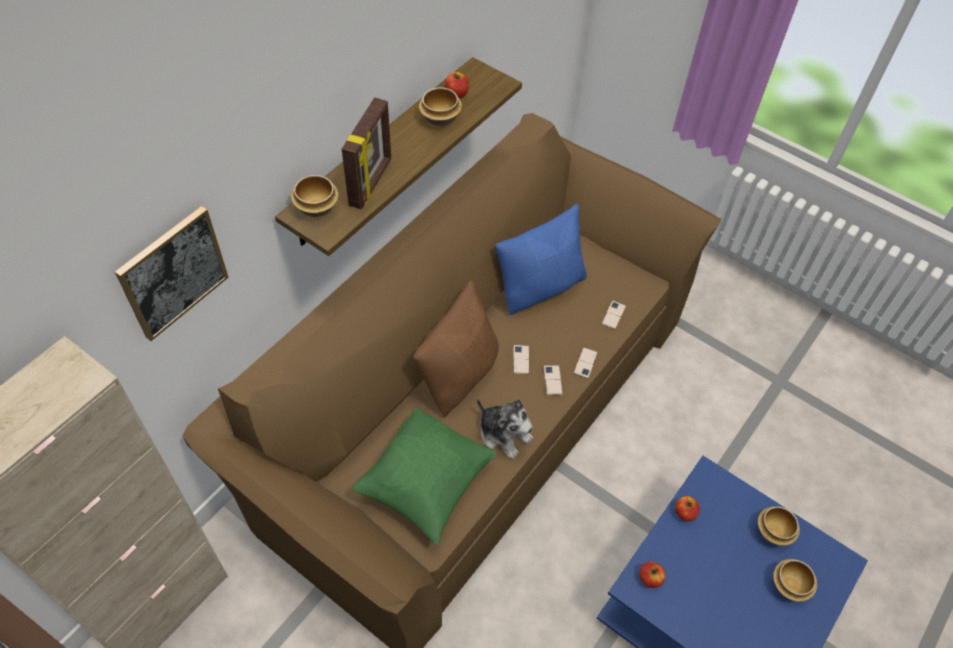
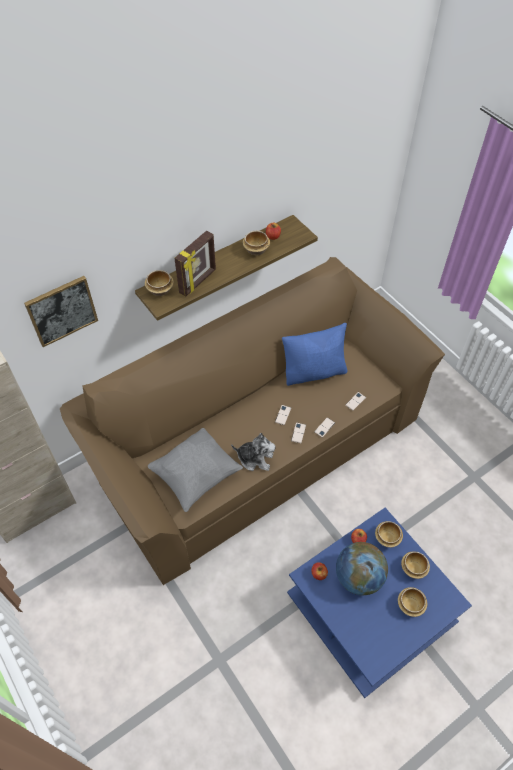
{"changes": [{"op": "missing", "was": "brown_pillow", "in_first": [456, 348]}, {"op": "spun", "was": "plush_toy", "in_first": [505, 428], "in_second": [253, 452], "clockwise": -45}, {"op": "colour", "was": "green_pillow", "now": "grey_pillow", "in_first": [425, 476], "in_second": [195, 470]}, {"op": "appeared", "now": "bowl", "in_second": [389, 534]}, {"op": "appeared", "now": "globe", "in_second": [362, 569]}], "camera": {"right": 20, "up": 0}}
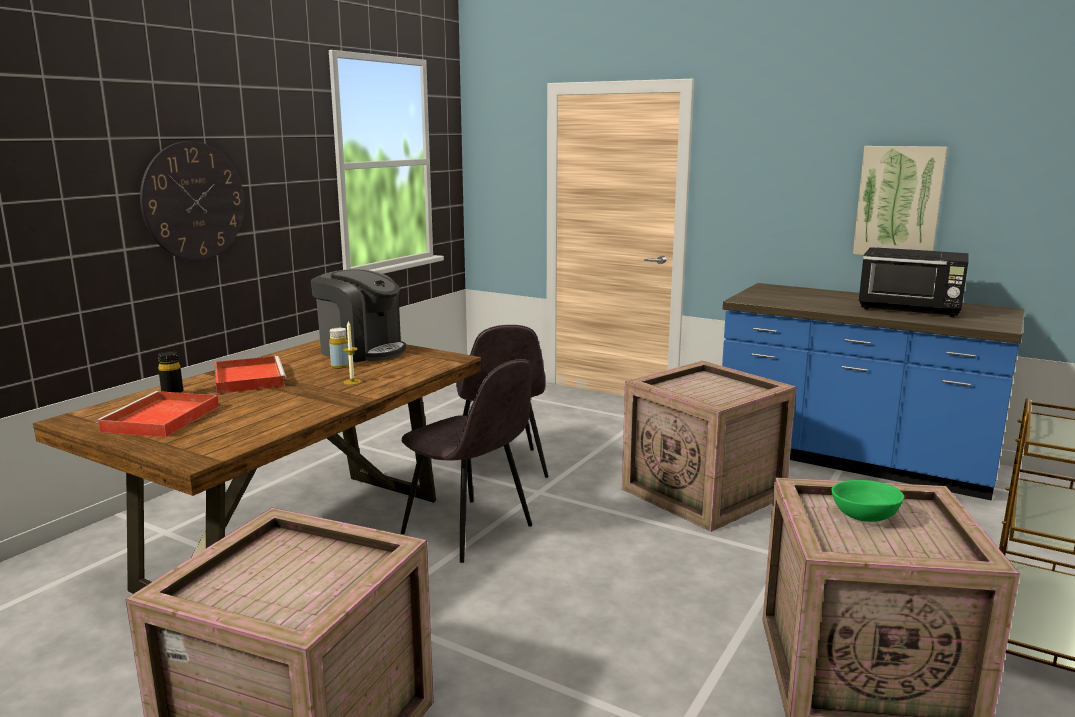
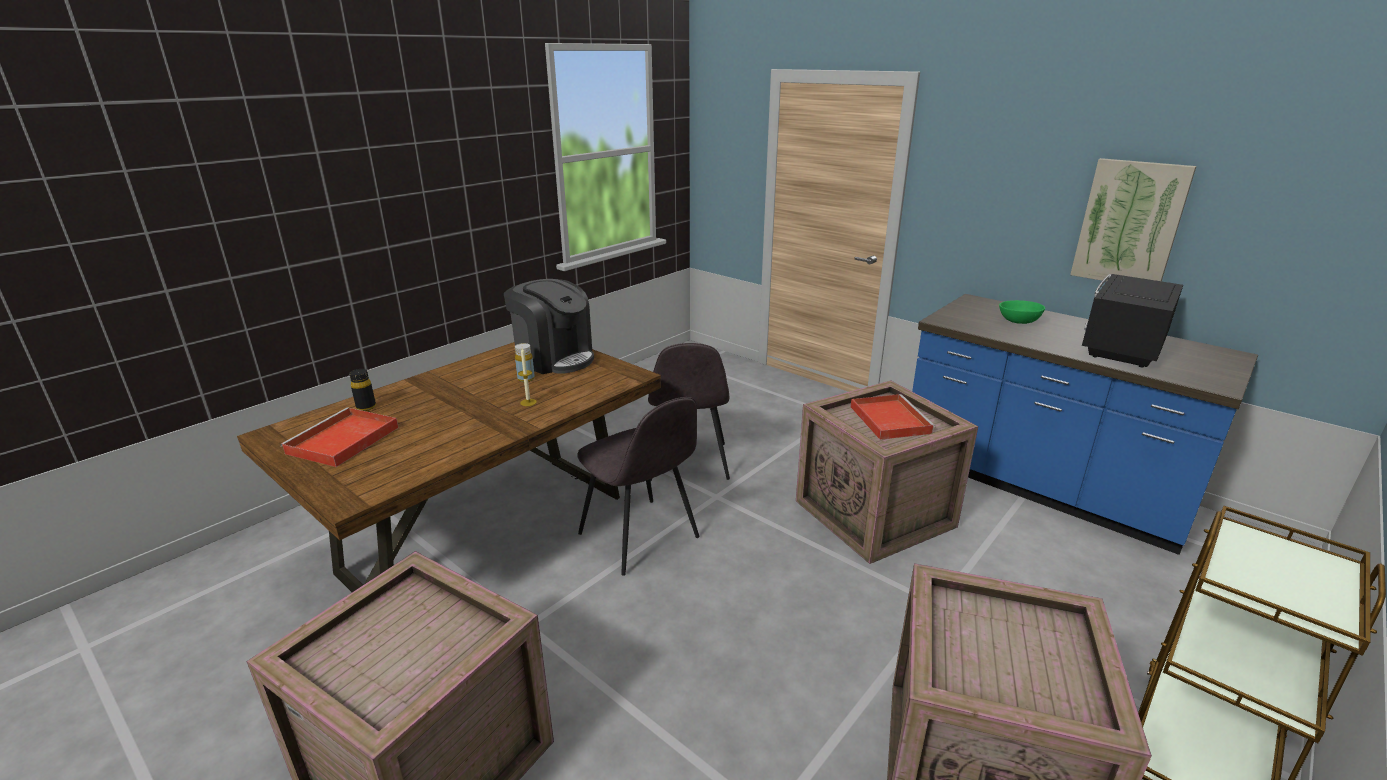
{"changes": [{"op": "missing", "was": "wall_clock", "in_first": [192, 201]}, {"op": "spun", "was": "black_microwave", "in_first": [914, 282], "in_second": [1132, 320], "clockwise": 90}, {"op": "relocated", "was": "red_tray", "in_first": [250, 375], "in_second": [893, 417]}, {"op": "relocated", "was": "green_bowl", "in_first": [867, 501], "in_second": [1022, 312]}], "camera": {"right": 10, "up": 10}}
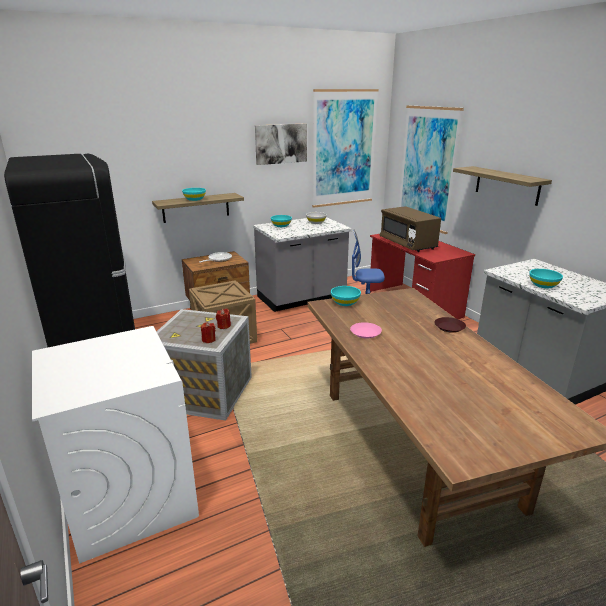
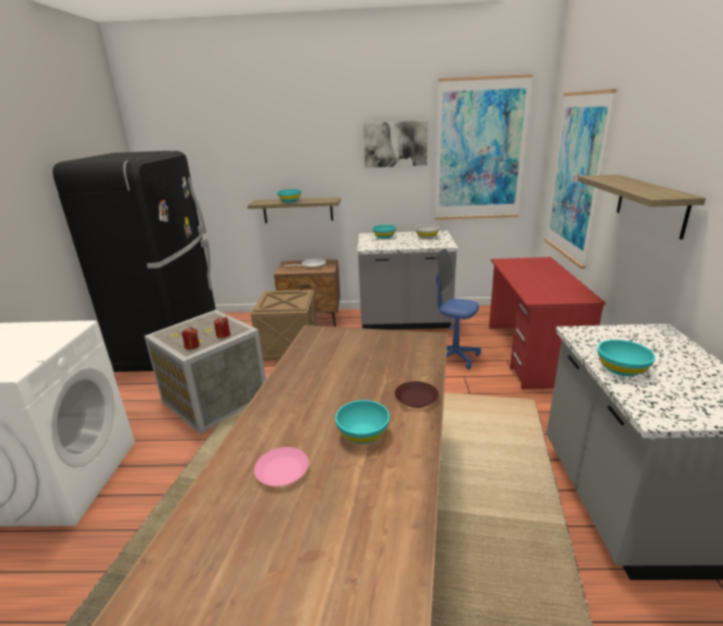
{"changes": [{"op": "missing", "was": "brown_microwave", "in_first": [410, 229]}, {"op": "relocated", "was": "turquoise_bowl", "in_first": [346, 296], "in_second": [362, 422]}, {"op": "relocated", "was": "pink_plate", "in_first": [366, 330], "in_second": [281, 466]}], "camera": {"right": 30, "up": 0}}
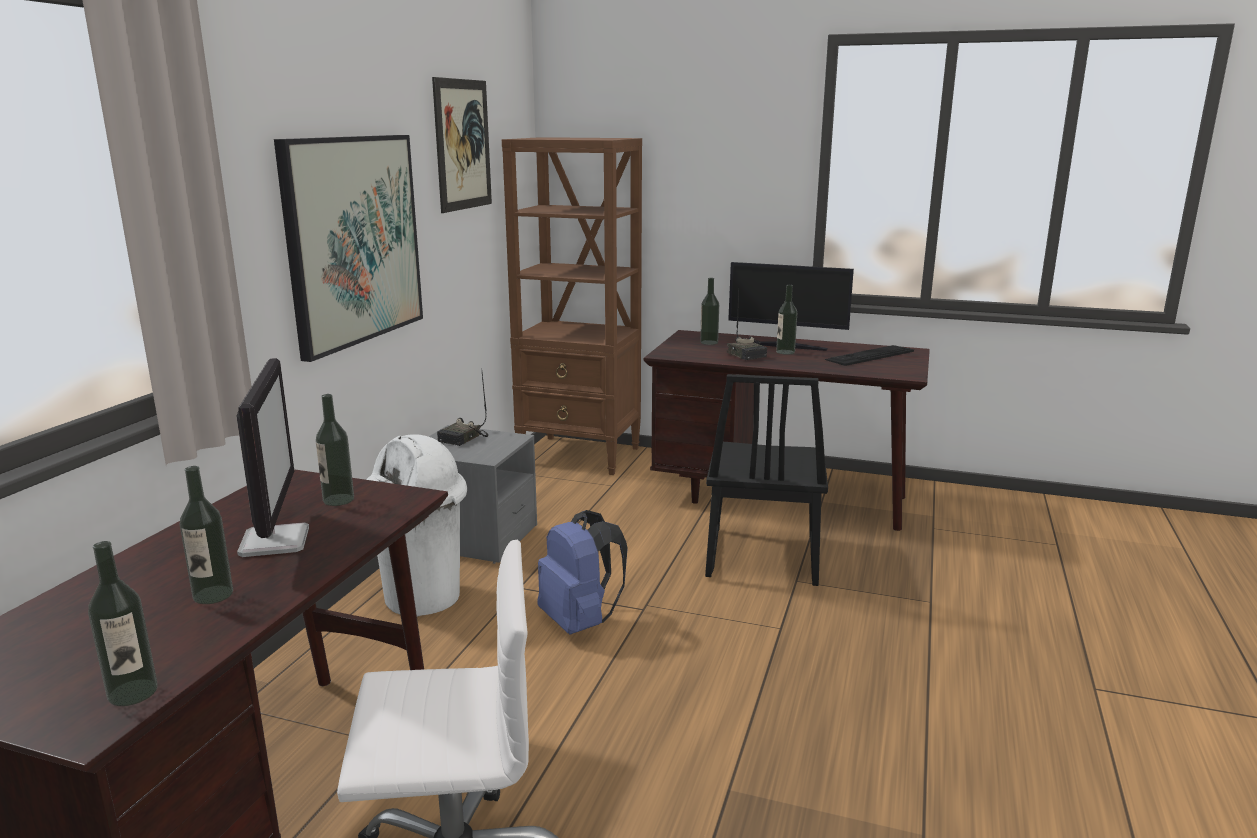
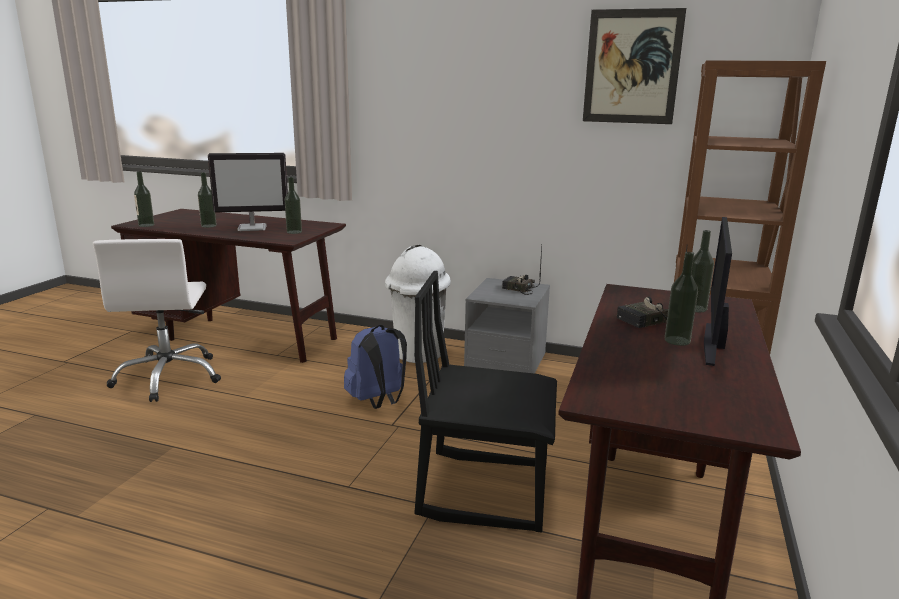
{"changes": [{"op": "missing", "was": "picture", "in_first": [348, 248]}, {"op": "missing", "was": "keyboard", "in_first": [869, 355]}], "camera": {"right": 90, "up": 0}}
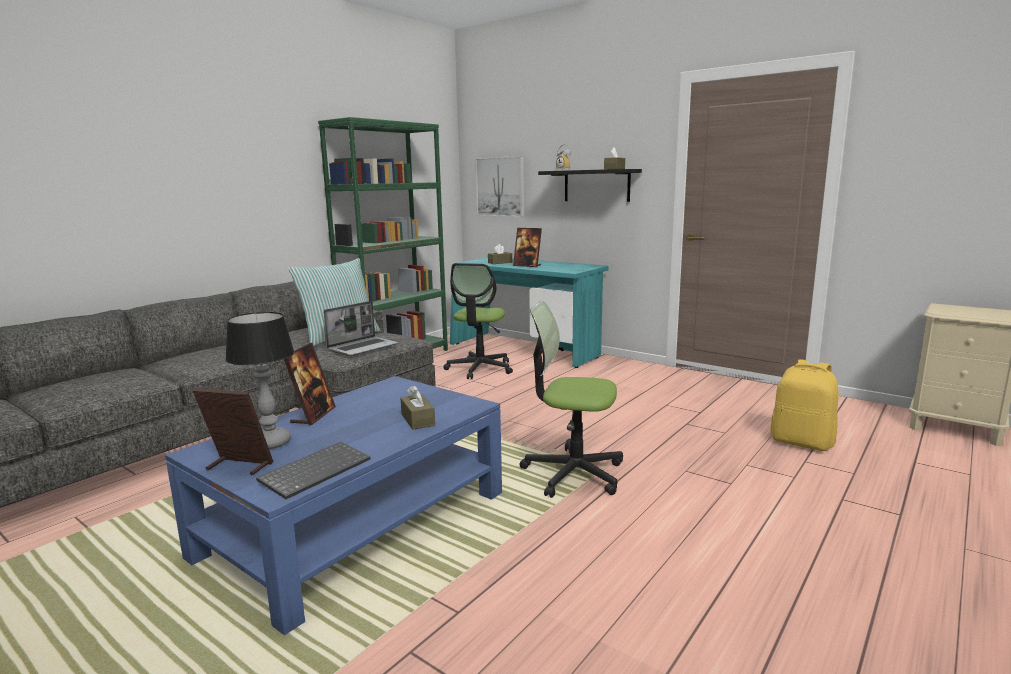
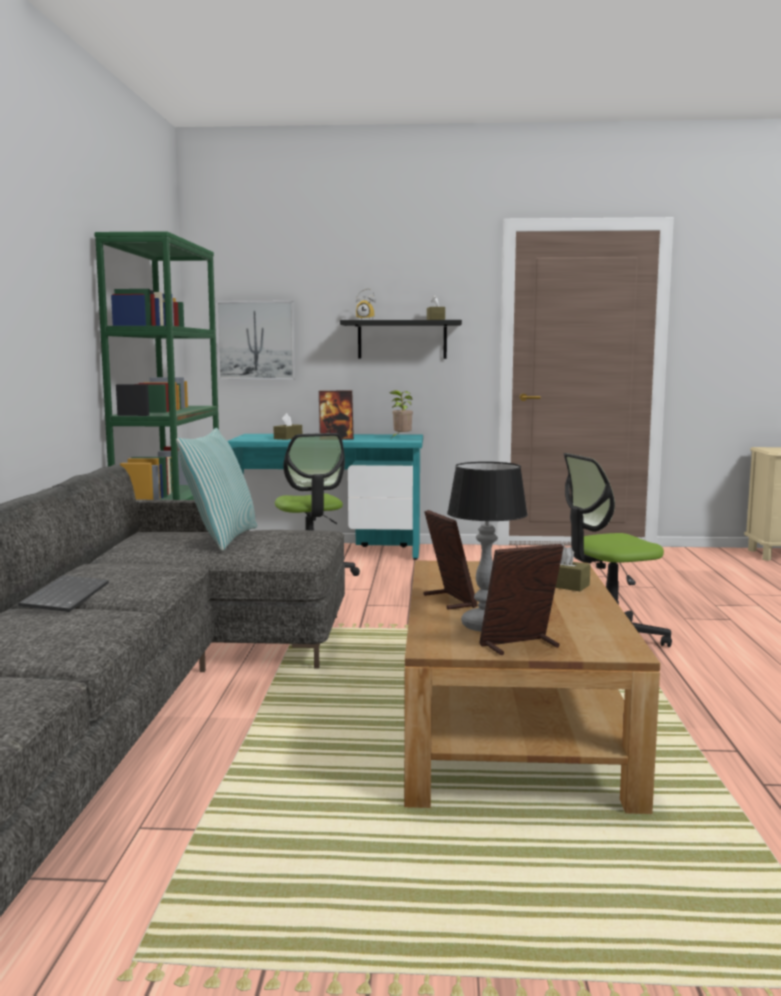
{"changes": [{"op": "missing", "was": "laptop", "in_first": [360, 328]}, {"op": "missing", "was": "yellow_backpack", "in_first": [805, 405]}, {"op": "colour", "was": "blue_coffee_table", "now": "brown_coffee_table", "in_first": [333, 505], "in_second": [532, 687]}, {"op": "relocated", "was": "keyboard", "in_first": [313, 470], "in_second": [63, 593]}, {"op": "appeared", "now": "potted_plant", "in_second": [401, 413]}], "camera": {"right": -35, "up": -5}}
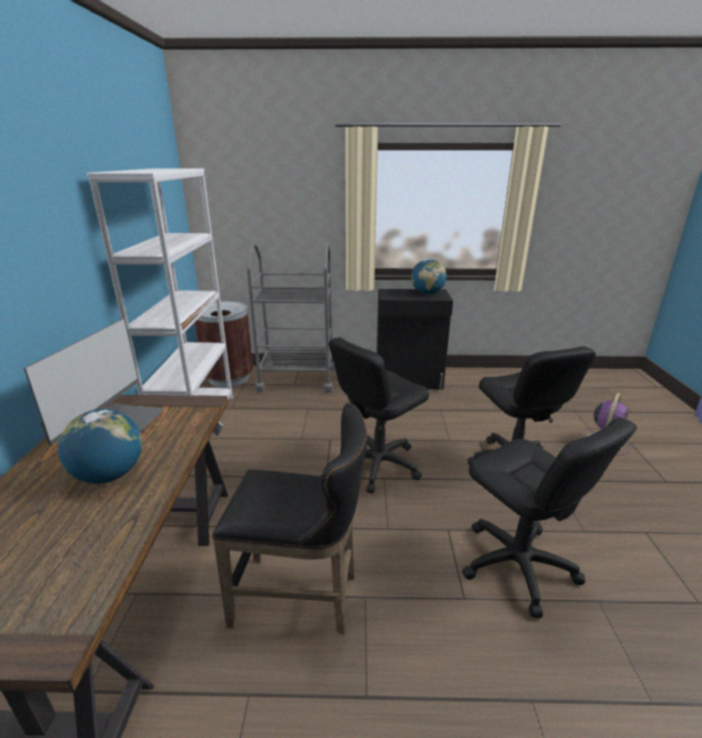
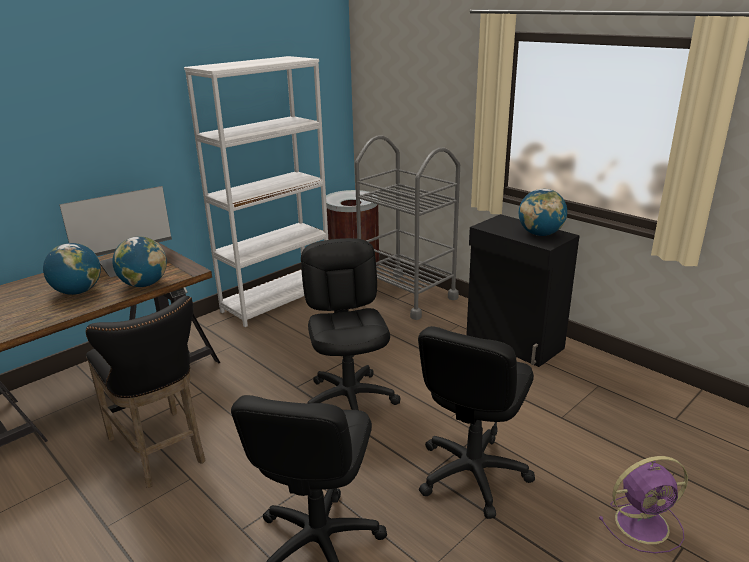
{"changes": [{"op": "spun", "was": "black_office_chair", "in_first": [379, 415], "in_second": [351, 324], "clockwise": 75}, {"op": "appeared", "now": "globe", "in_second": [139, 261]}], "camera": {"right": 45, "up": 0}}
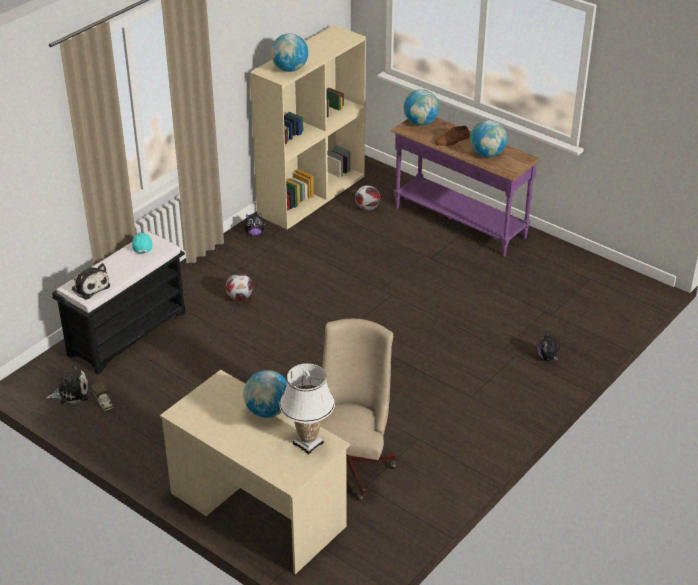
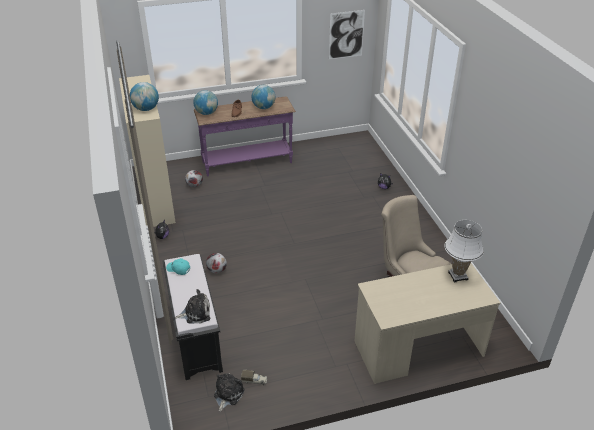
{"changes": [{"op": "missing", "was": "globe", "in_first": [265, 394]}, {"op": "appeared", "now": "picture", "in_second": [347, 35]}], "camera": {"right": -55, "up": 0}}
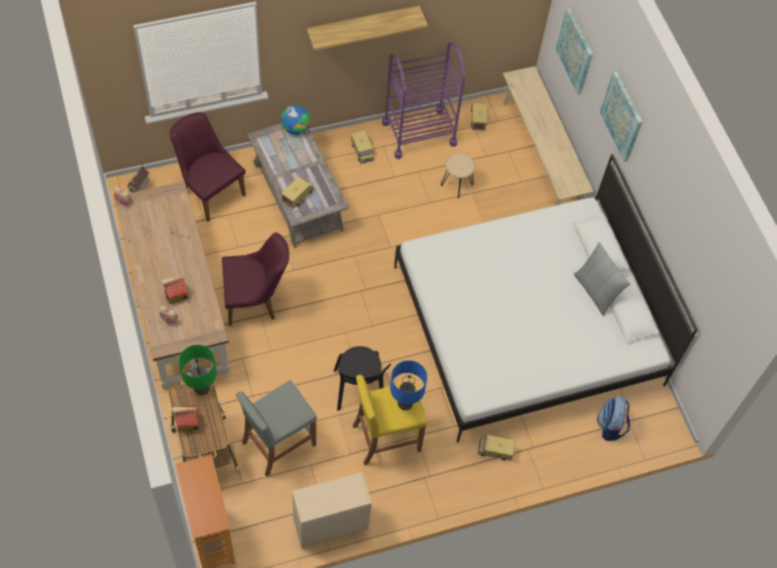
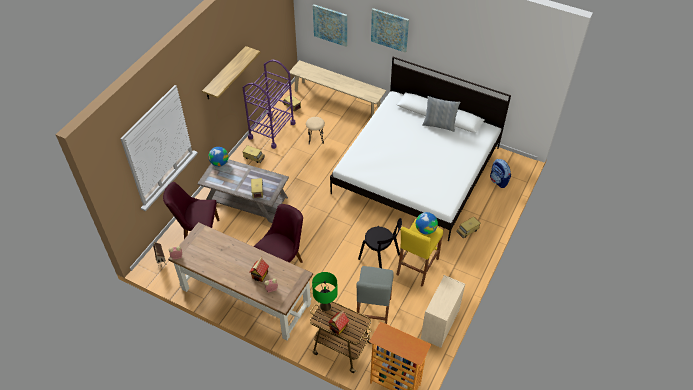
{"changes": [{"op": "exchanged", "was": "blue_table_lamp", "now": "globe", "in_first": [408, 385], "in_second": [427, 223]}], "camera": {"right": -40, "up": -10}}
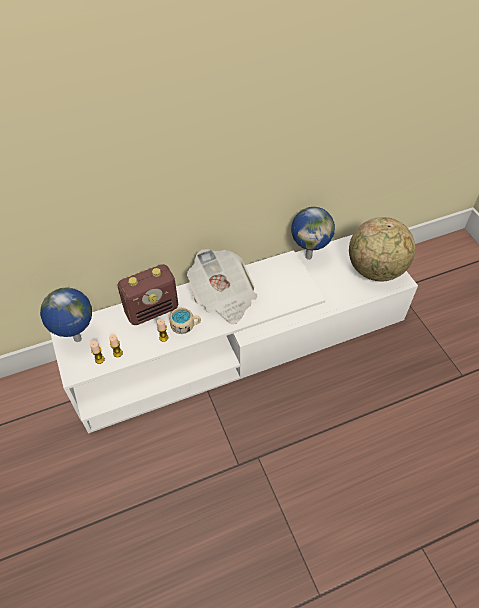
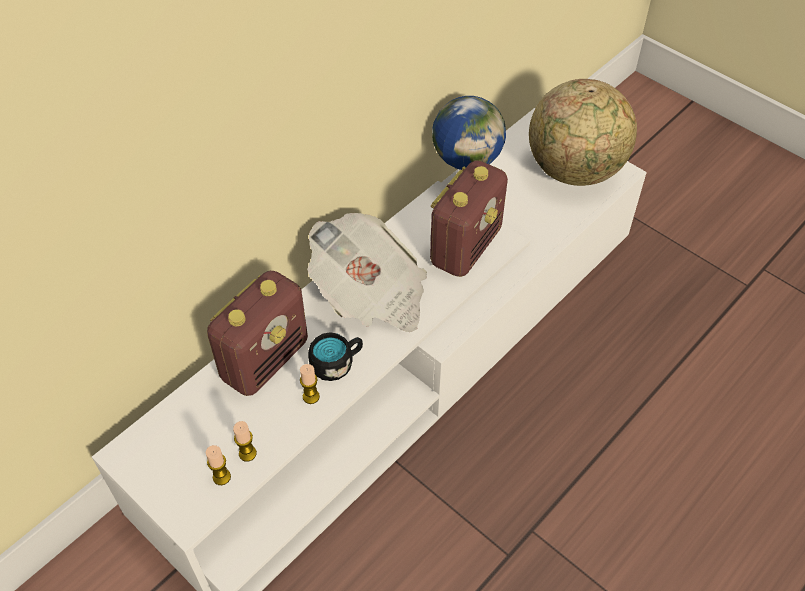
{"changes": [{"op": "missing", "was": "globe", "in_first": [66, 314]}, {"op": "colour", "was": "beige_mug", "now": "black_mug", "in_first": [185, 320], "in_second": [335, 357]}, {"op": "appeared", "now": "radio", "in_second": [469, 218]}], "camera": {"right": -25, "up": 0}}
